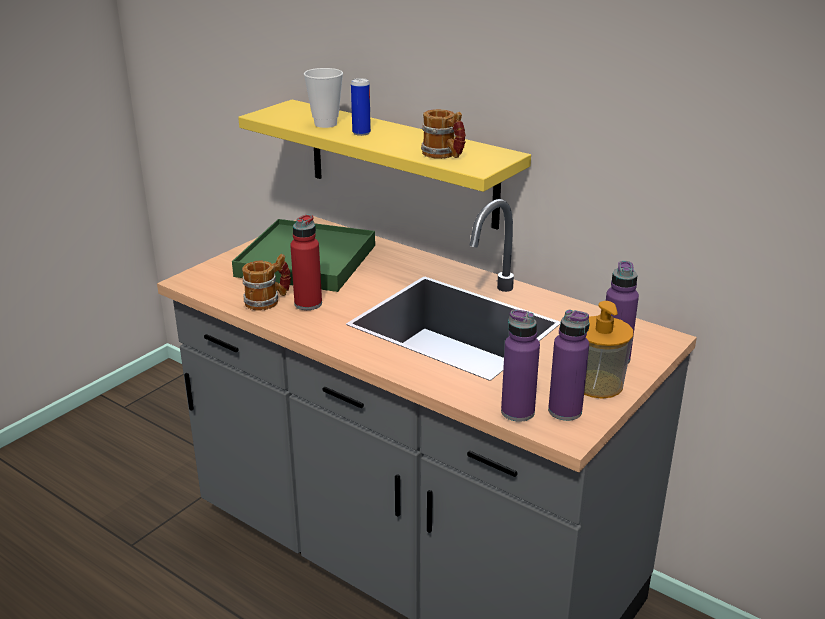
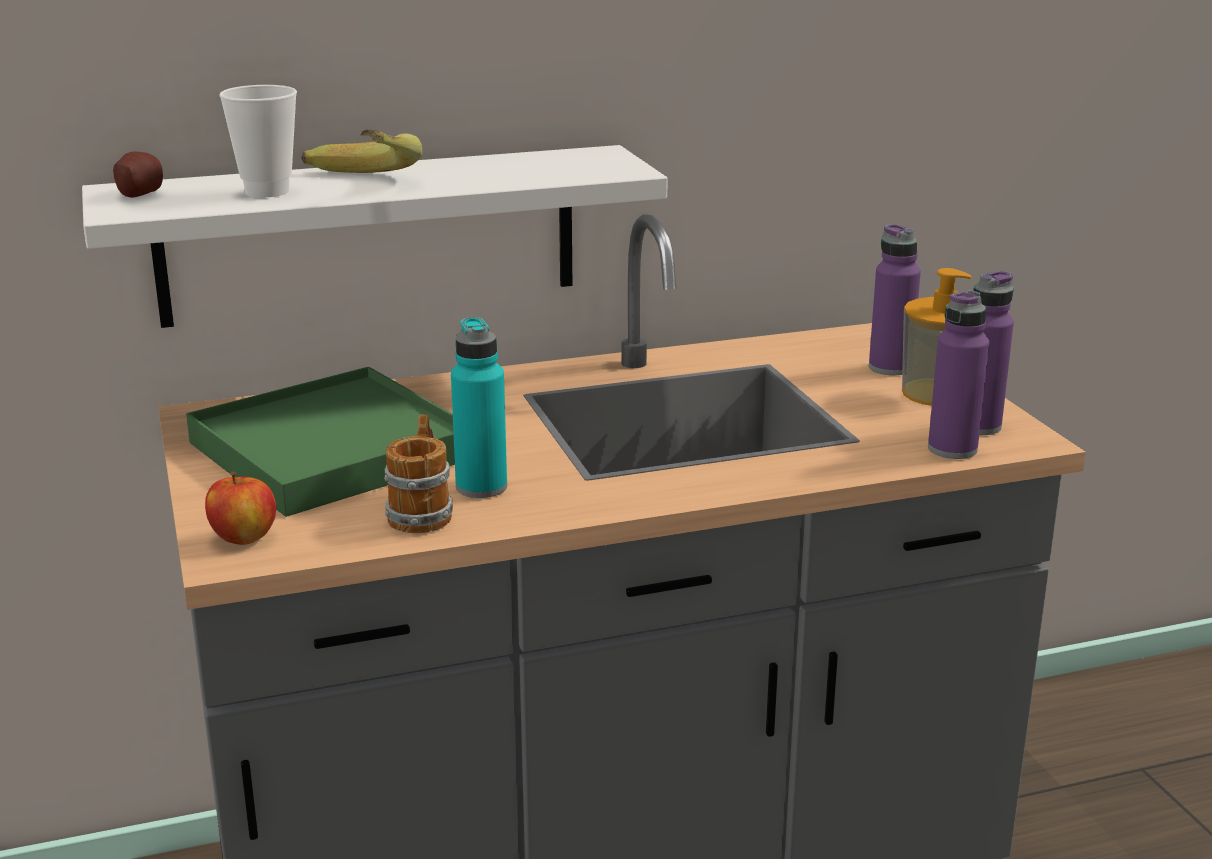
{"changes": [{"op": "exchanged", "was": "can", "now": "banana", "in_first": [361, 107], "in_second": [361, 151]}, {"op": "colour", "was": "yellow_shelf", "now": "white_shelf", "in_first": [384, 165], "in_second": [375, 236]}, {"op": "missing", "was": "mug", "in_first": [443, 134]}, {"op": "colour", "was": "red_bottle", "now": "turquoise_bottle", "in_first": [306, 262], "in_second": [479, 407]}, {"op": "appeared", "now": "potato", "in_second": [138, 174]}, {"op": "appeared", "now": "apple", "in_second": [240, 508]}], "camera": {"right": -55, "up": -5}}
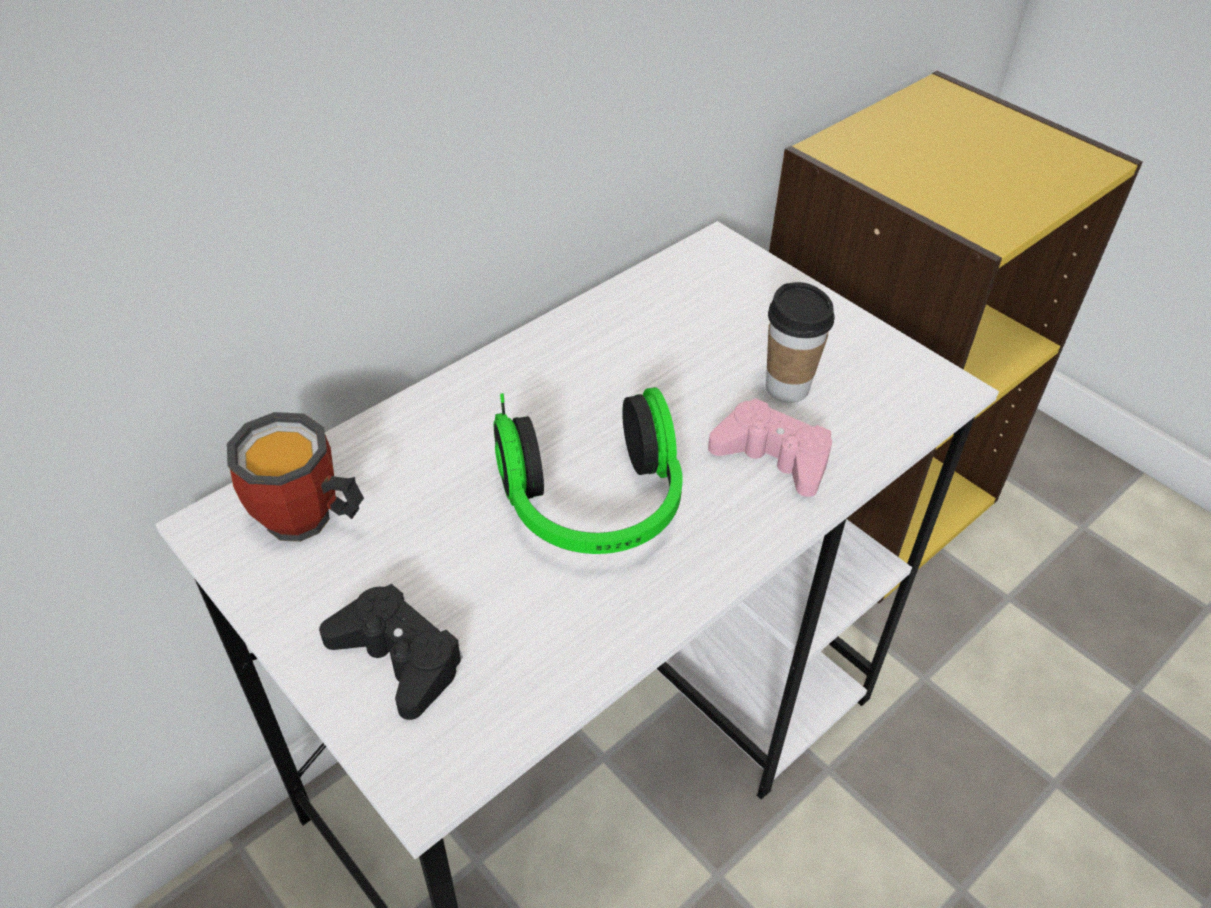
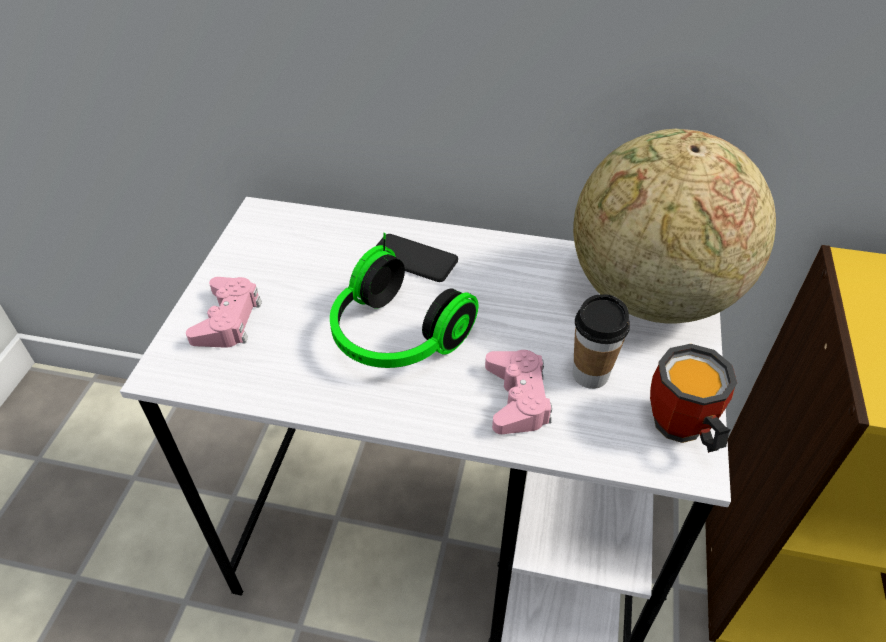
{"changes": [{"op": "relocated", "was": "mug", "in_first": [295, 477], "in_second": [693, 398]}, {"op": "colour", "was": "black_game_controller", "now": "pink_game_controller", "in_first": [391, 652], "in_second": [224, 312]}, {"op": "appeared", "now": "globe", "in_second": [674, 226]}, {"op": "appeared", "now": "phone", "in_second": [417, 258]}], "camera": {"right": 55, "up": 0}}
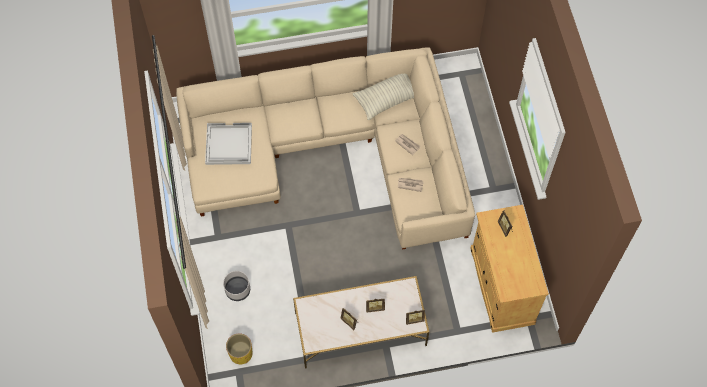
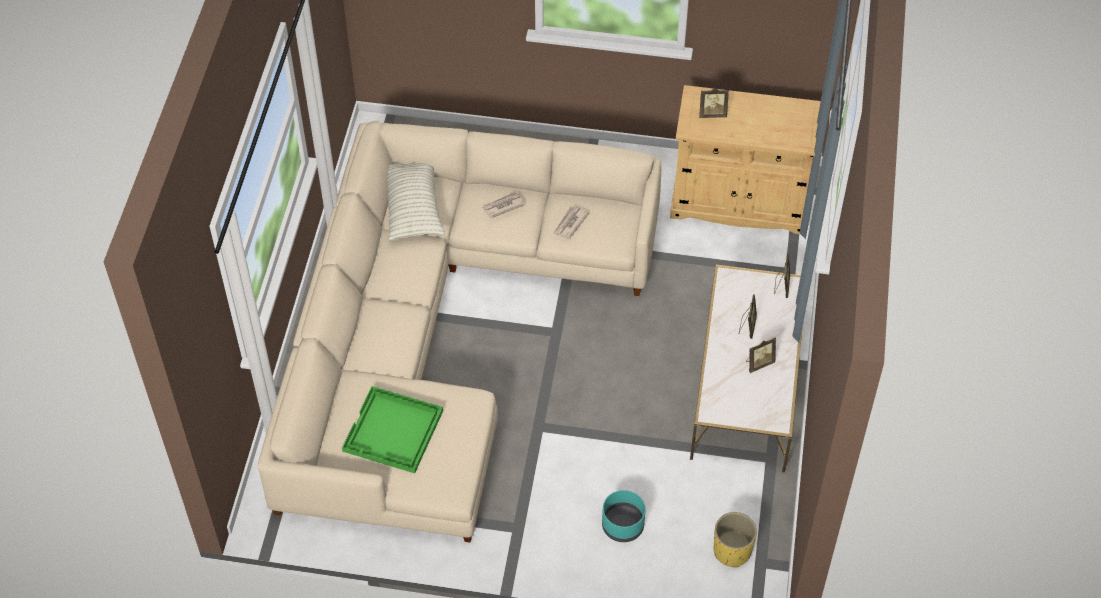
{"changes": [{"op": "colour", "was": "white_tray", "now": "green_tray", "in_first": [228, 144], "in_second": [392, 429]}, {"op": "colour", "was": "grey_planter", "now": "turquoise_planter", "in_first": [236, 286], "in_second": [624, 516]}], "camera": {"right": -70, "up": -10}}
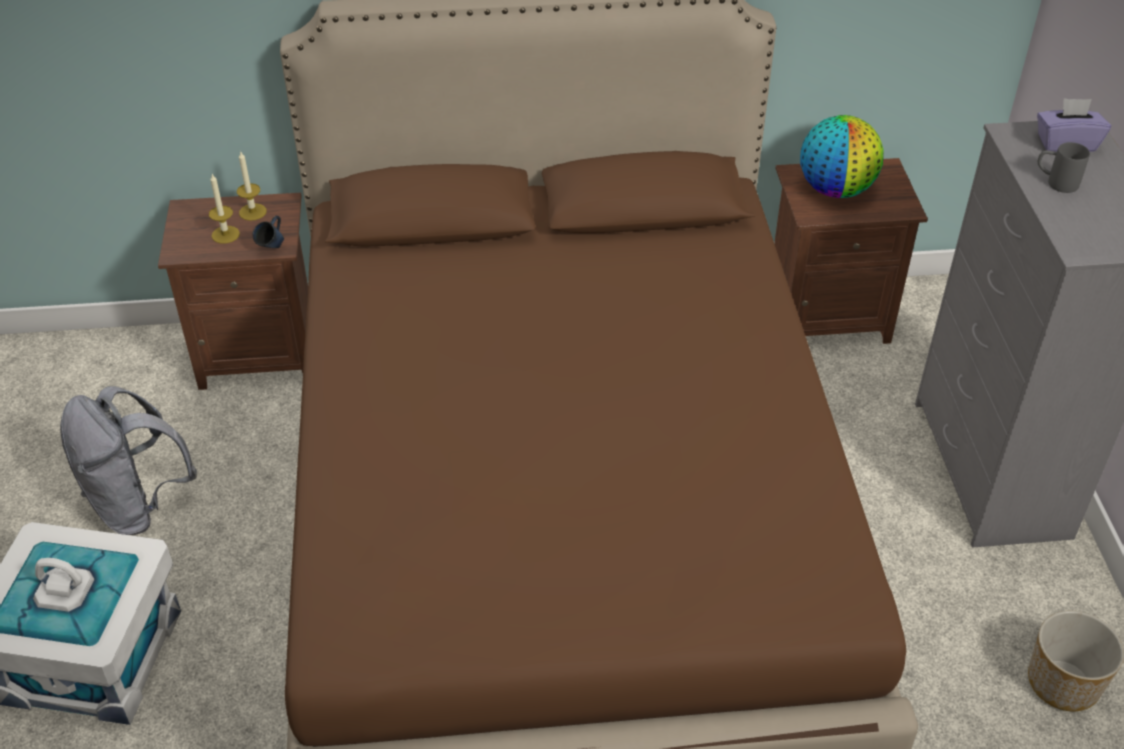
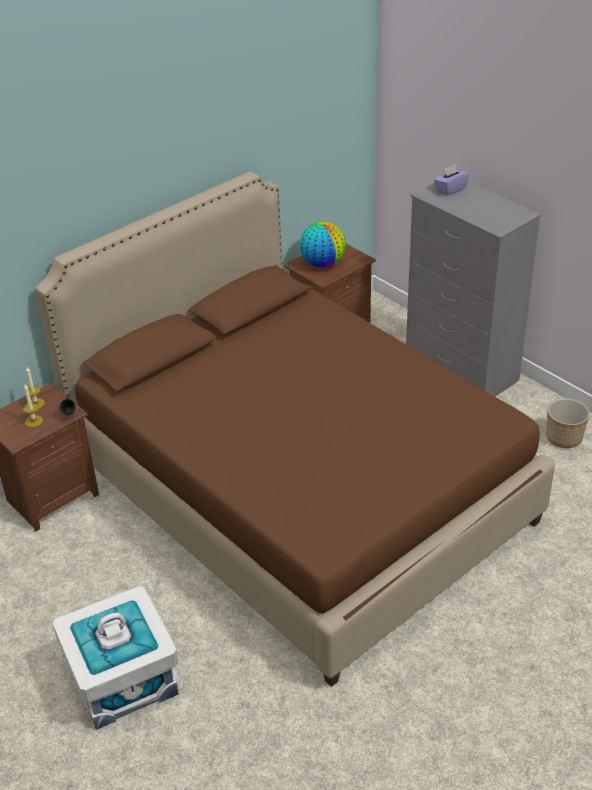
{"changes": [{"op": "missing", "was": "grey_mug", "in_first": [1064, 167]}, {"op": "missing", "was": "grey_backpack", "in_first": [128, 460]}], "camera": {"right": -35, "up": -5}}
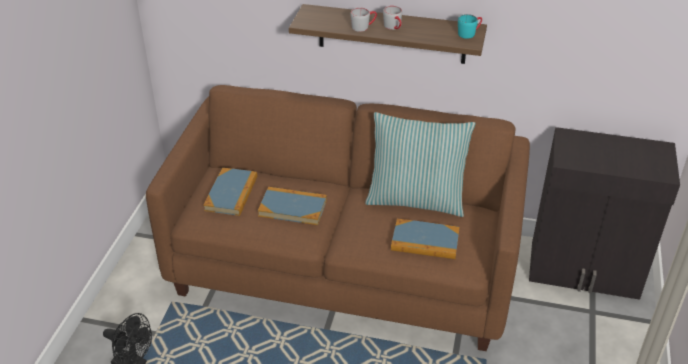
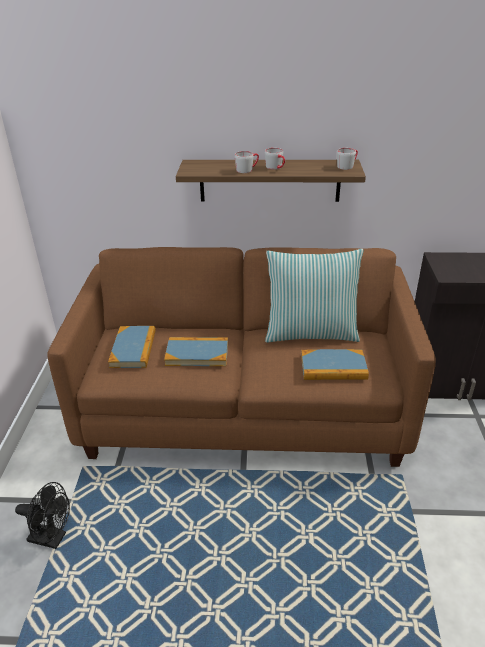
{"changes": [{"op": "colour", "was": "turquoise_mug", "now": "grey_mug", "in_first": [470, 26], "in_second": [347, 159]}], "camera": {"right": -10, "up": -5}}
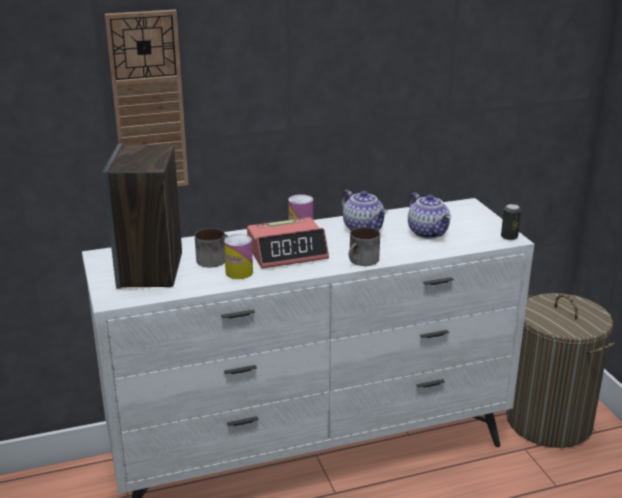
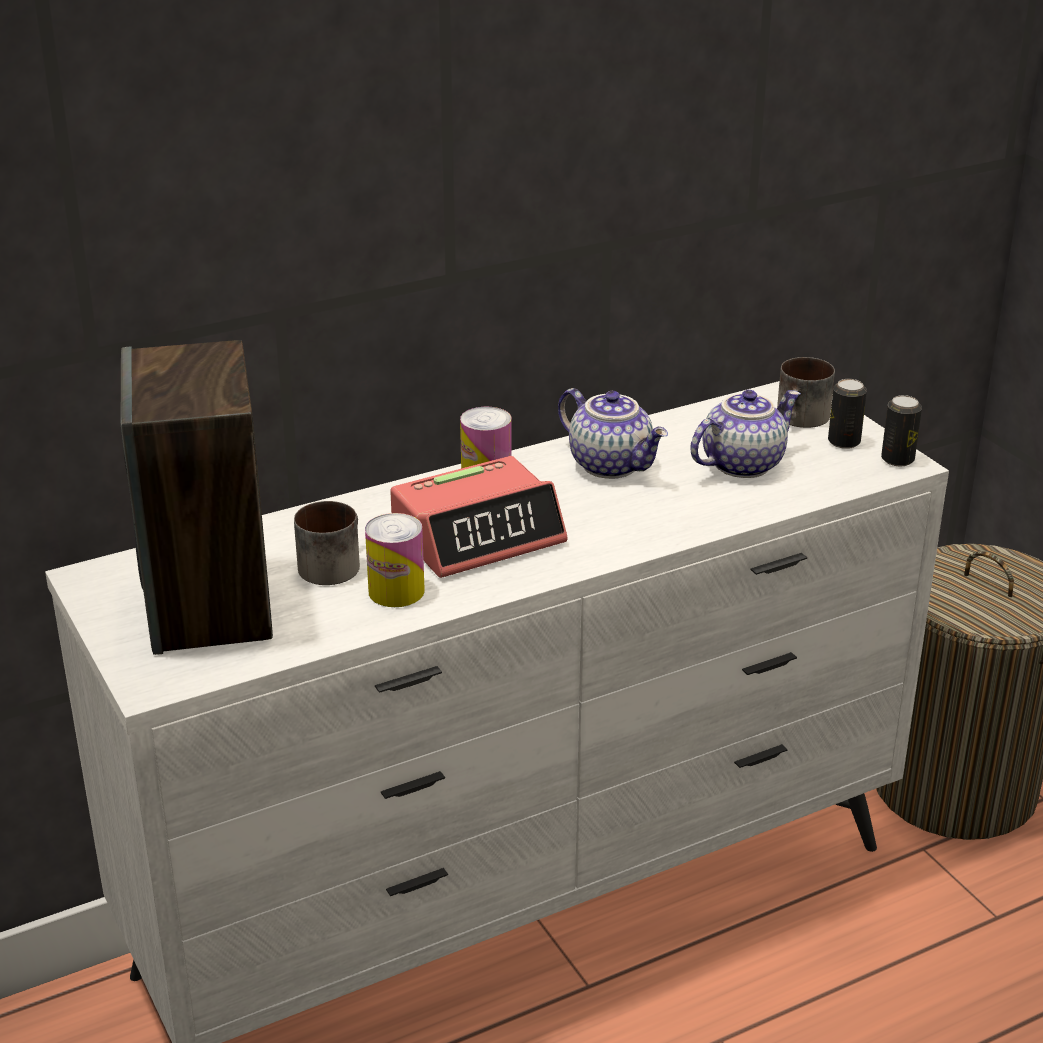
{"changes": [{"op": "missing", "was": "wall_clock", "in_first": [147, 98]}, {"op": "spun", "was": "teapot", "in_first": [429, 216], "in_second": [746, 434], "clockwise": -90}, {"op": "relocated", "was": "mug", "in_first": [364, 246], "in_second": [806, 392]}, {"op": "appeared", "now": "can", "in_second": [847, 414]}], "camera": {"right": -10, "up": 5}}
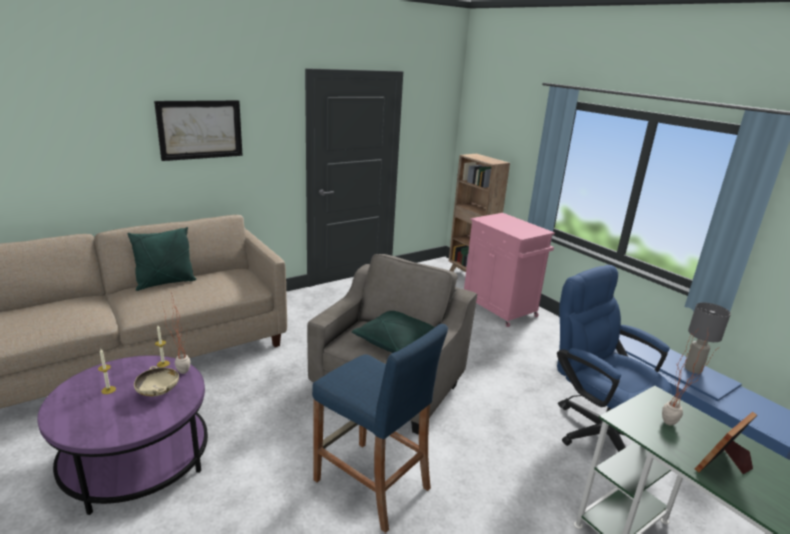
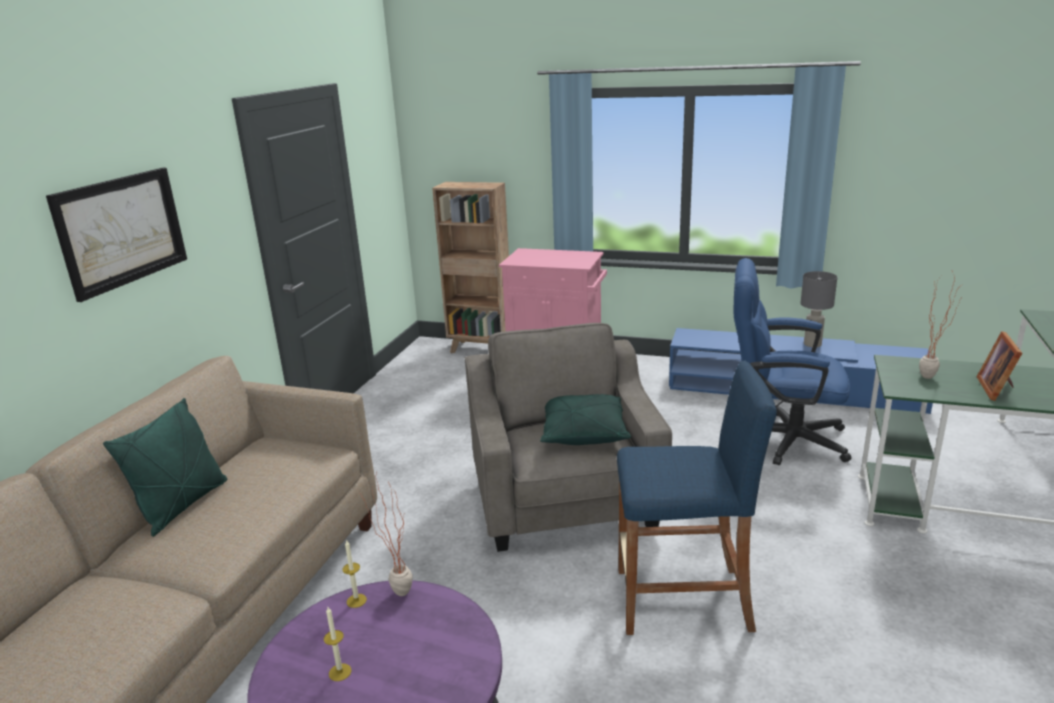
{"changes": [{"op": "missing", "was": "beige_bowl", "in_first": [156, 381]}], "camera": {"right": -35, "up": 0}}
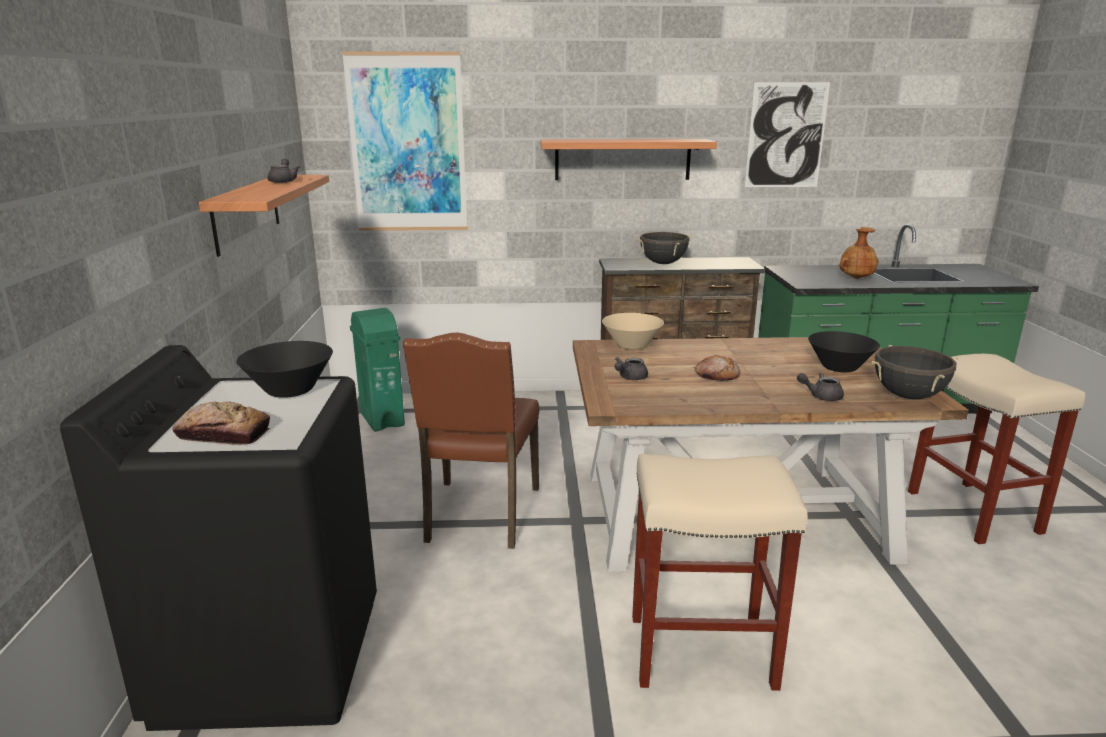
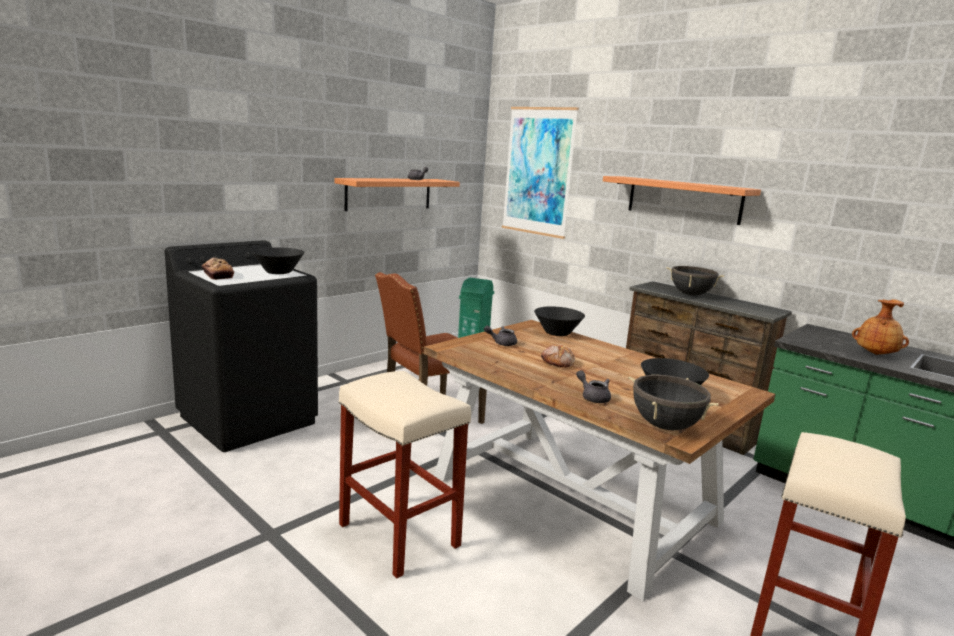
{"changes": [{"op": "missing", "was": "picture", "in_first": [787, 134]}, {"op": "colour", "was": "beige_bowl", "now": "black_bowl", "in_first": [633, 331], "in_second": [559, 321]}], "camera": {"right": 45, "up": -5}}
